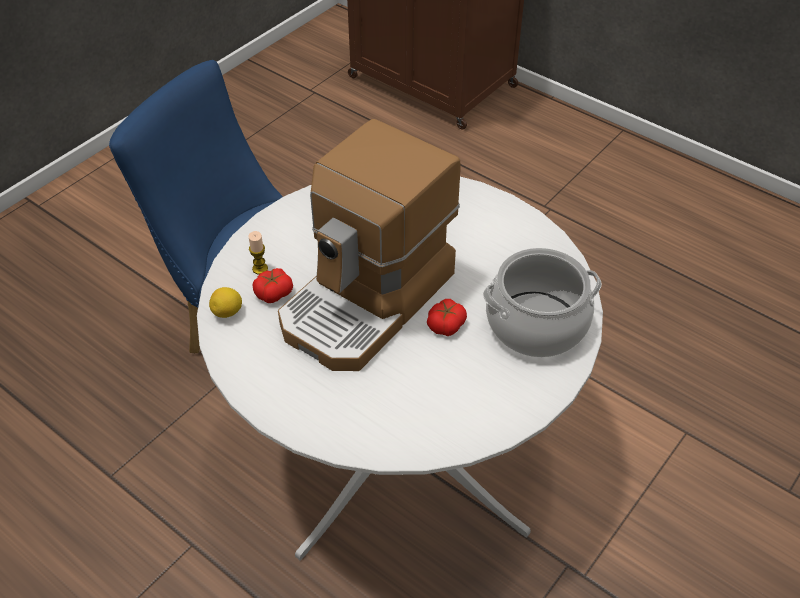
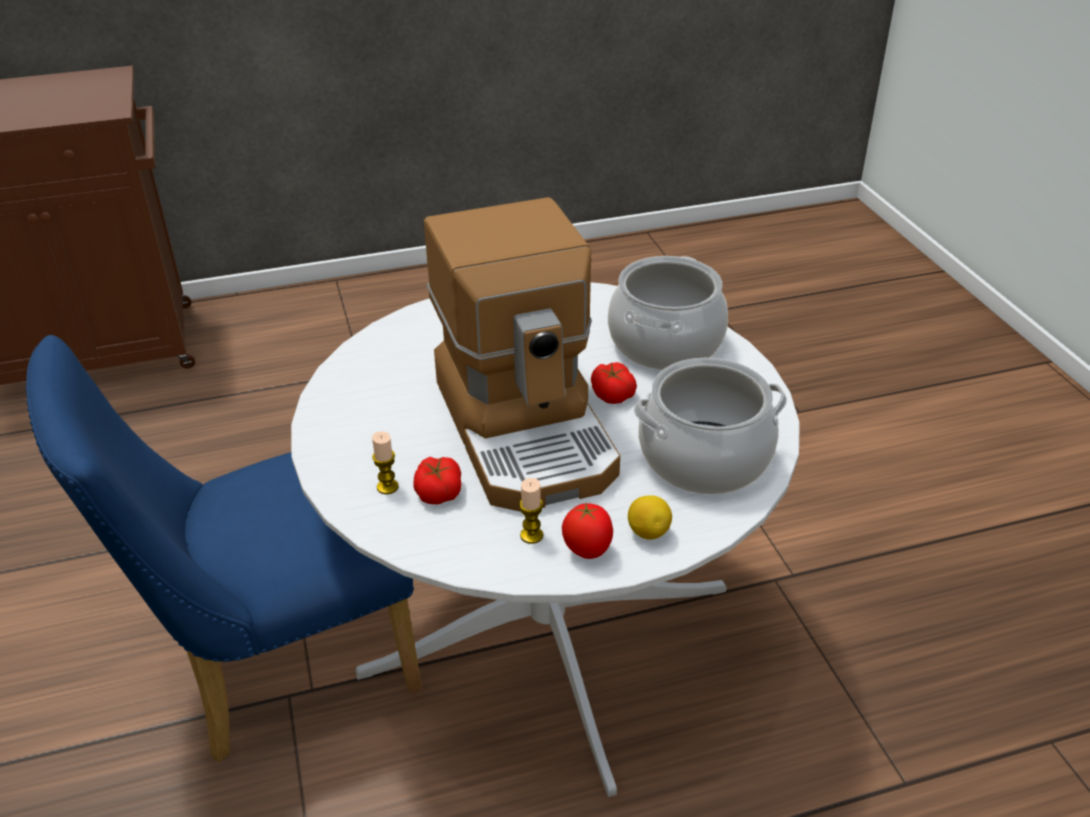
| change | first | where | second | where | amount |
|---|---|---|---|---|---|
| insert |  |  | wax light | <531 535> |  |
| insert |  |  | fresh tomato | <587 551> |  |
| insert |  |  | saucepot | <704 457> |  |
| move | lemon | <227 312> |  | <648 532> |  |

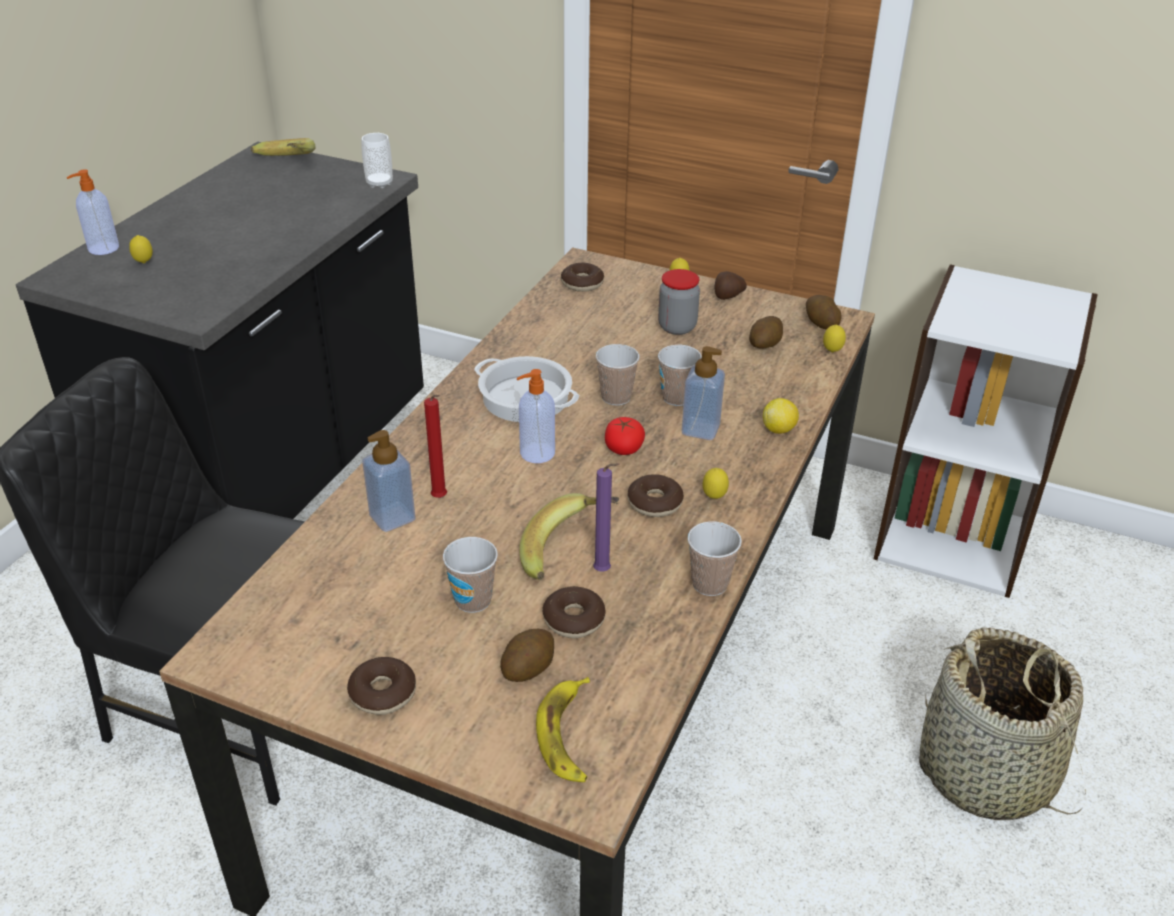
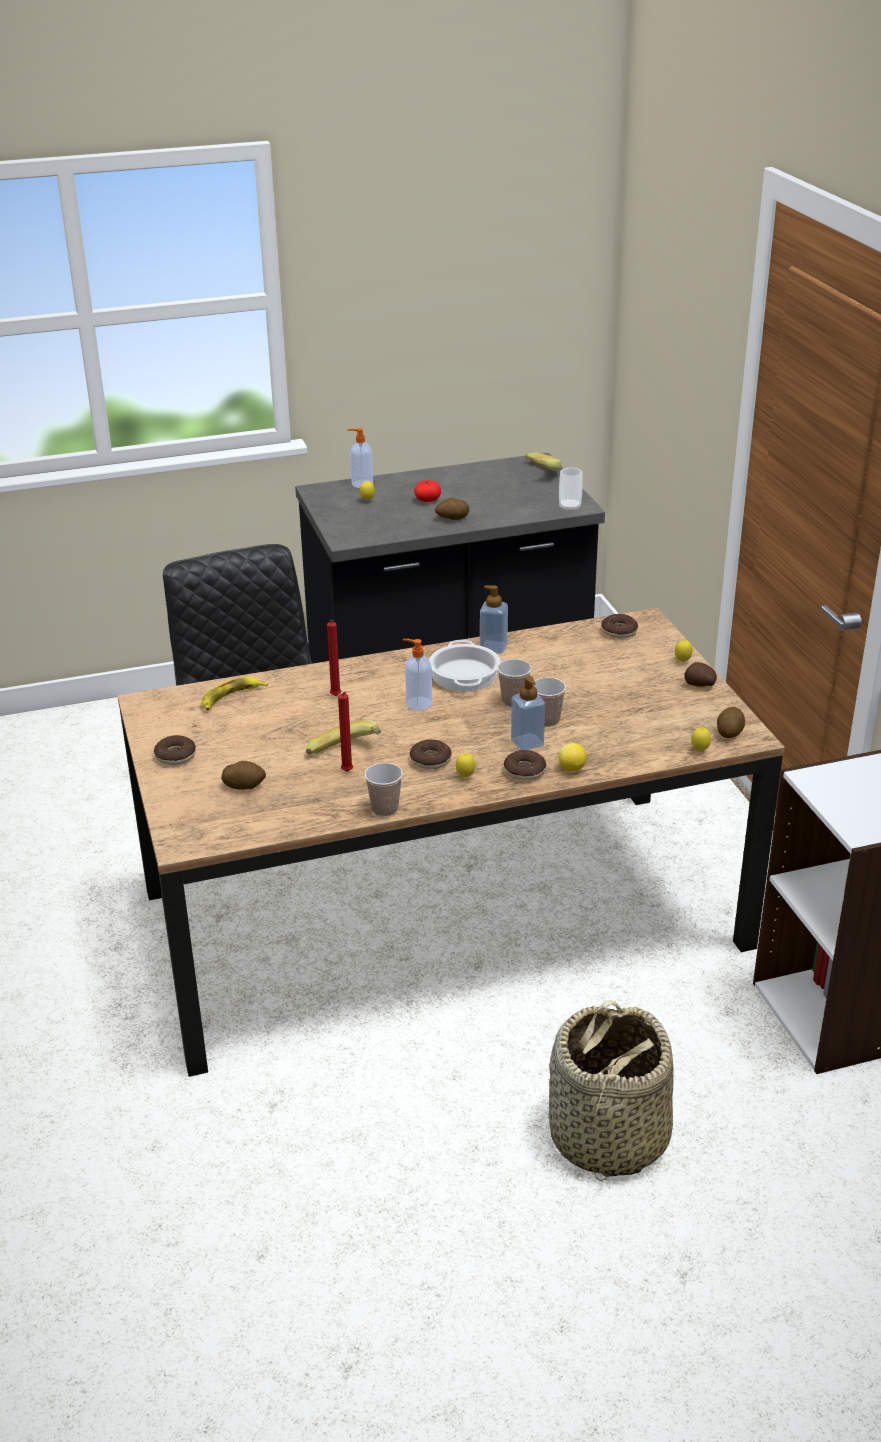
| change | first | where | second | where | amount |
|---|---|---|---|---|---|
| delete | cup | <473 600> |  |  |  |
| delete | jar | <677 327> |  |  |  |
| move | soap dispenser | <392 517> |  | <493 648> |  |
| move | whole banana | <568 736> |  | <230 698> |  |
| move | ring doughnut | <574 619> |  | <524 771> |  |
| move | fresh tomato | <623 448> |  | <427 500> |  |
| move | whole potato | <765 345> |  | <452 518> |  |
| recolor | purple-coloured wax light | <604 572> | red wax light | <347 772> |  |

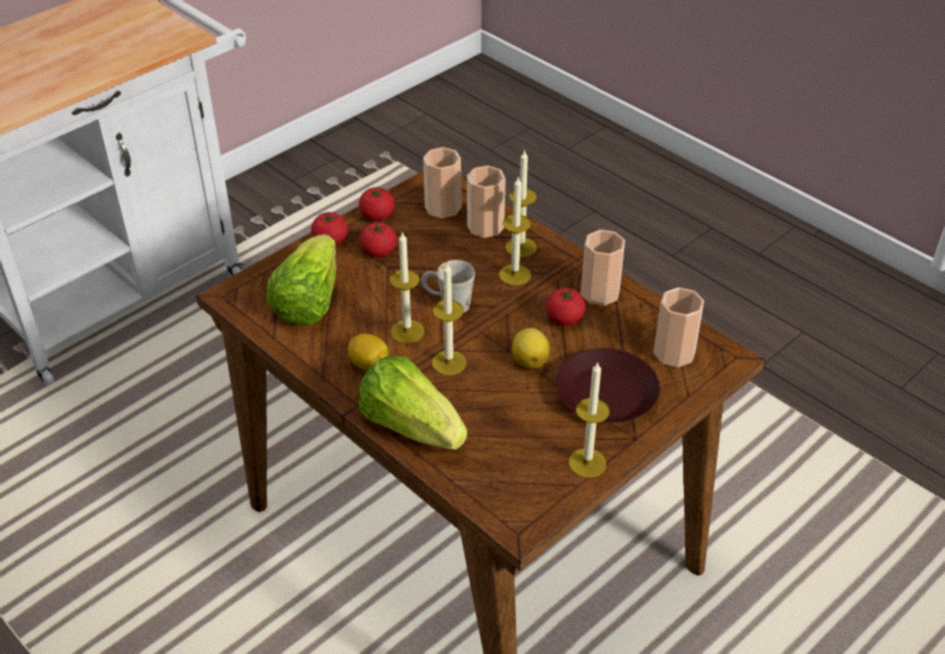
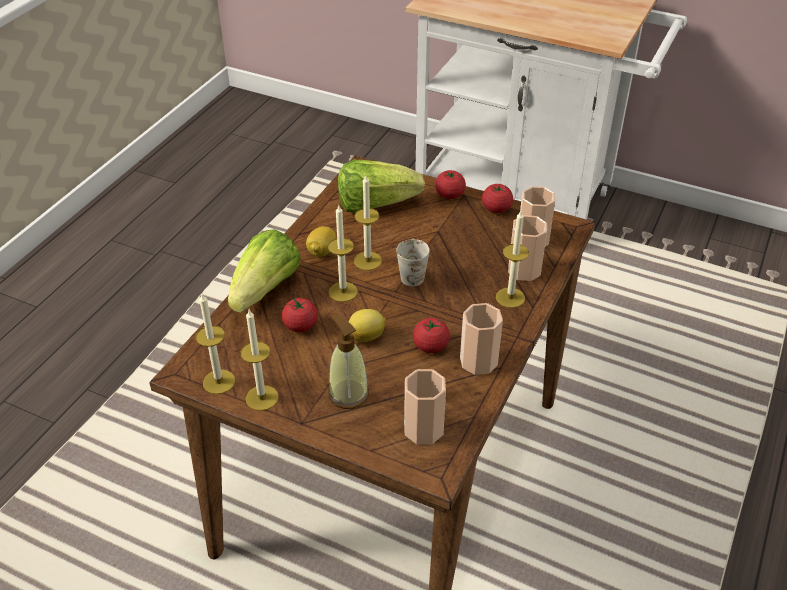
| change | first | where | second | where | amount |
|---|---|---|---|---|---|
| move | fresh tomato | <378 252> |  | <300 325> |  |
| move | wax light | <515 275> |  | <219 382> |  |
| replace | brown-coloured flat dish | <607 394> | soap dispenser | <348 394> |  |

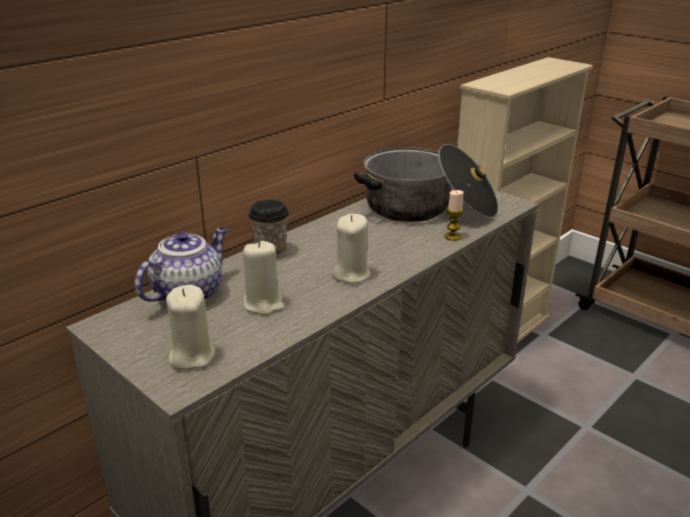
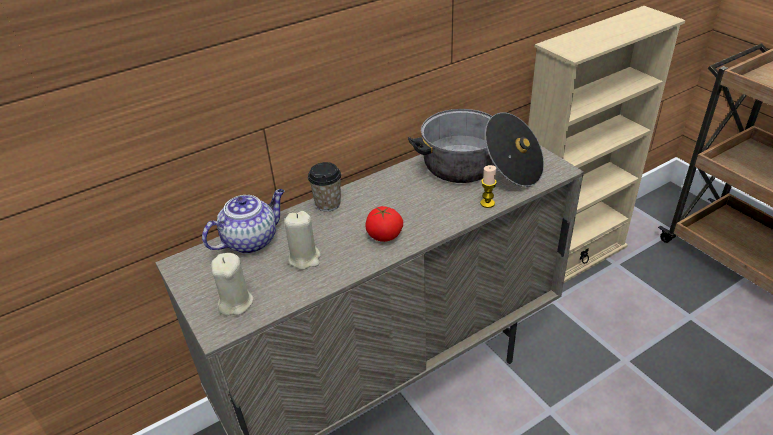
| change | first | where | second | where | amount |
|---|---|---|---|---|---|
| replace | beige-coloured wax light | <351 274> | fresh tomato | <384 236> |  |

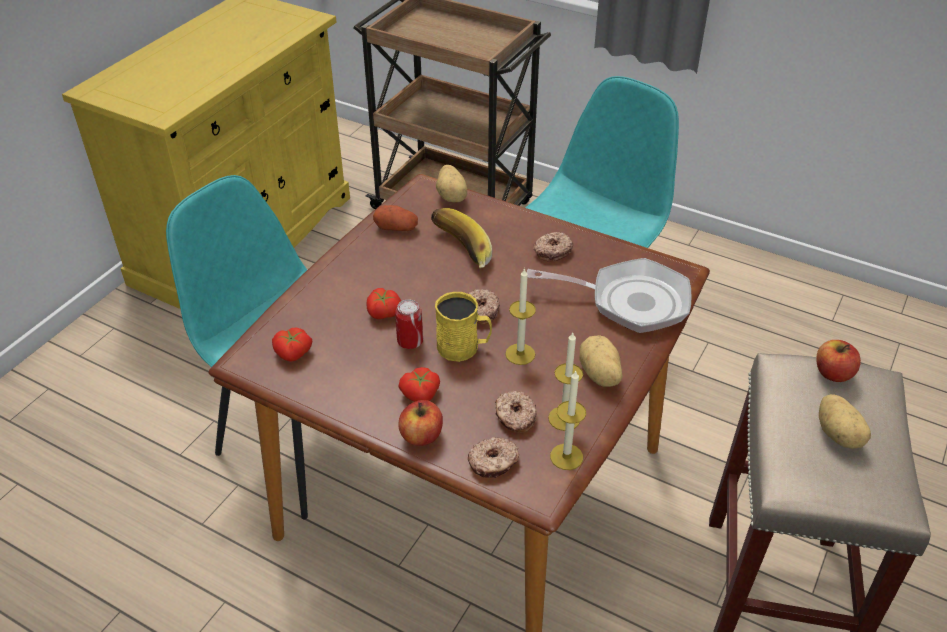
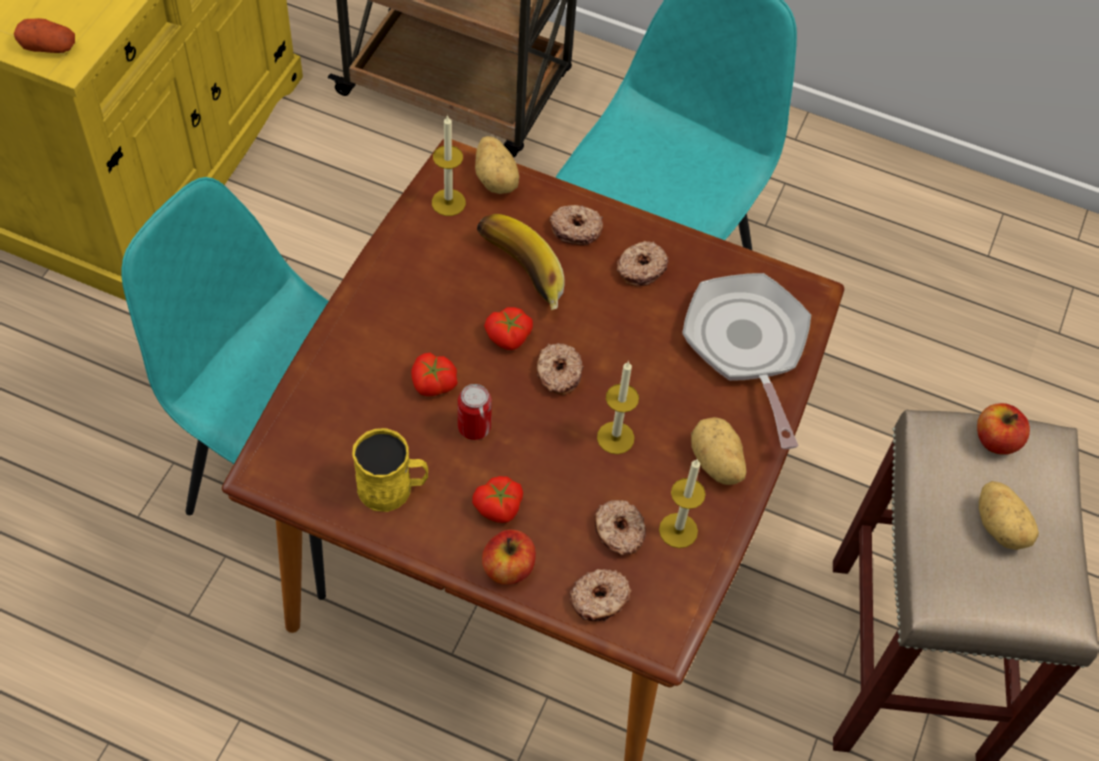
| change | first | where | second | where | amount |
|---|---|---|---|---|---|
| insert |  |  | ring doughnut | <576 229> |  |
| move | fresh tomato | <293 354> |  | <508 337> |  |
| move | whole potato | <396 228> |  | <48 47> |  |
| move | yellow-coloured coffee mug | <463 347> |  | <392 488> |  |
| move | wax light | <566 457> |  | <448 202> |  |
| rotate | pan | <630 301> |  | <747 346> | 105 degrees counterclockwise |

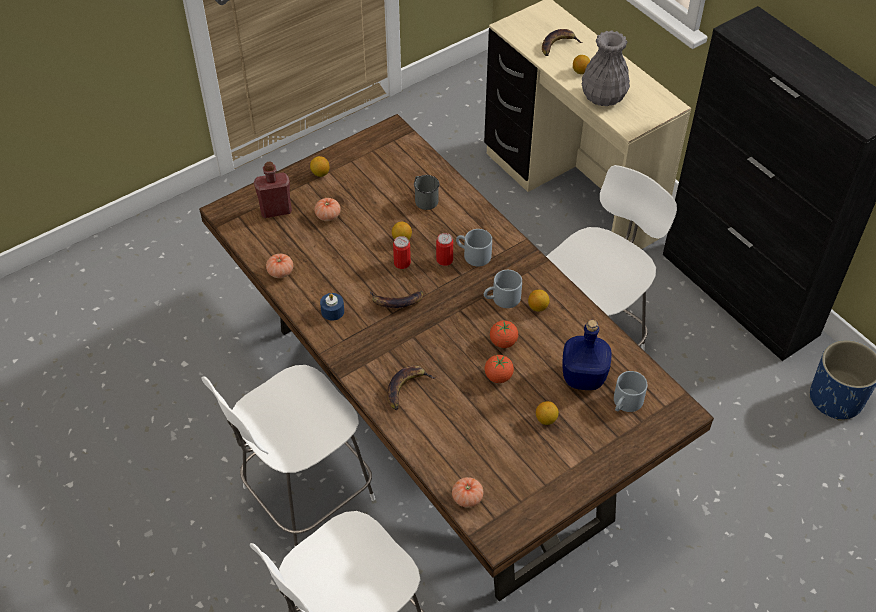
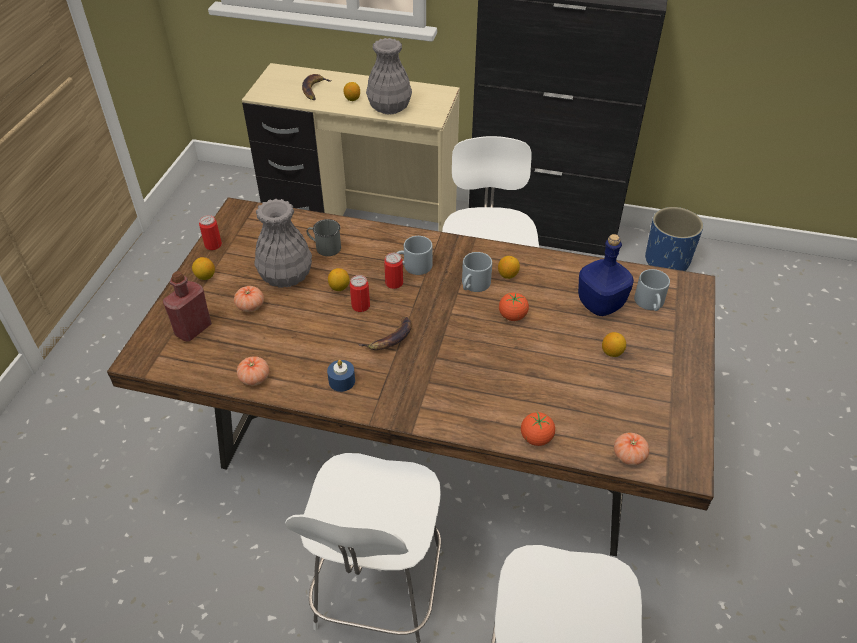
| change | first | where | second | where | amount |
|---|---|---|---|---|---|
| delete | whole banana | <406 388> |  |  |  |
| insert |  |  | metal can | <213 245> |  |
| insert |  |  | gray decorative vase | <286 276> |  |
| move | fresh tomato | <498 376> |  | <536 438> |  |

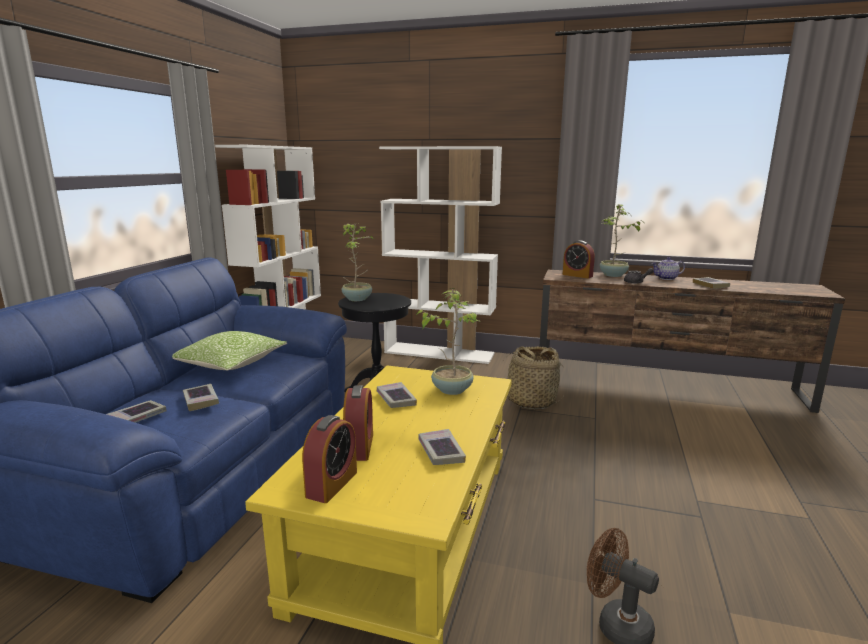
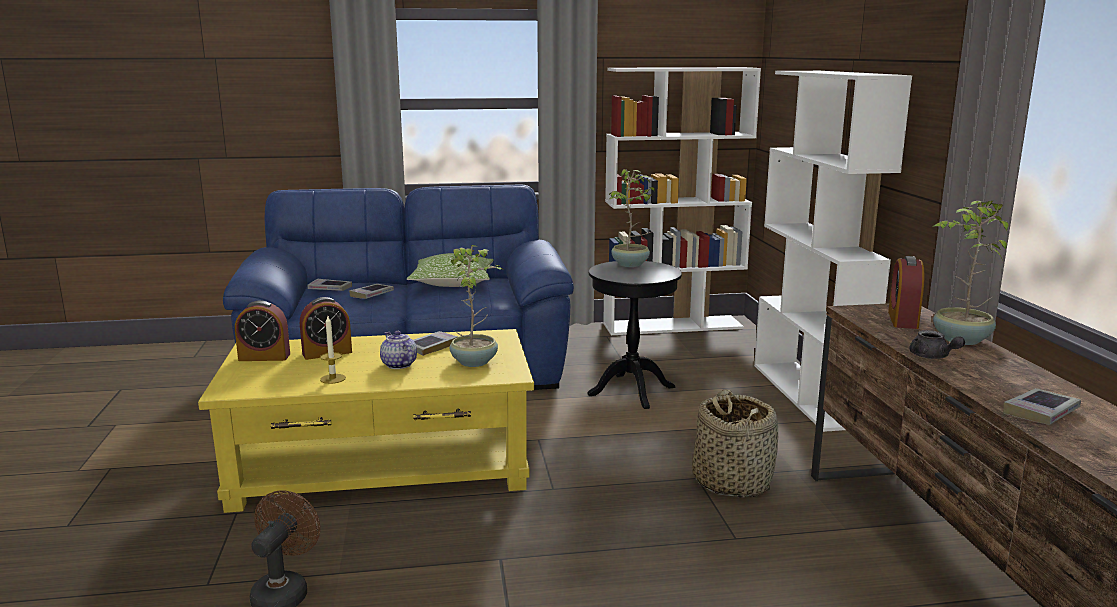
| change | first | where | second | where | amount |
|---|---|---|---|---|---|
| move | teapot | <666 278> |  | <398 365> |  |
| replace | bound book | <441 451> | wax light | <333 379> |  |

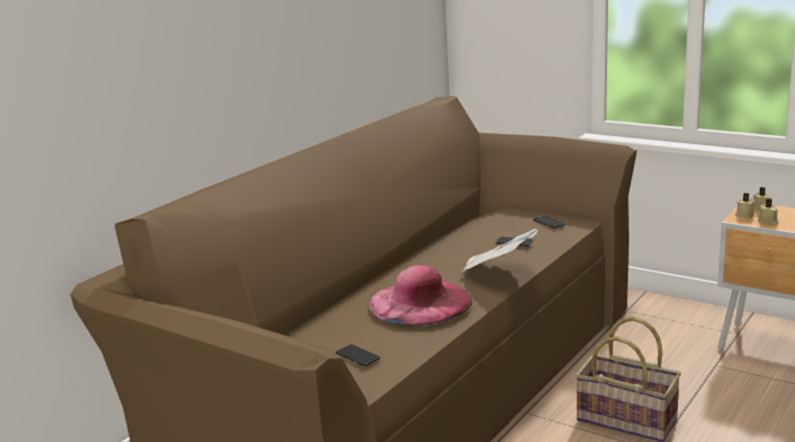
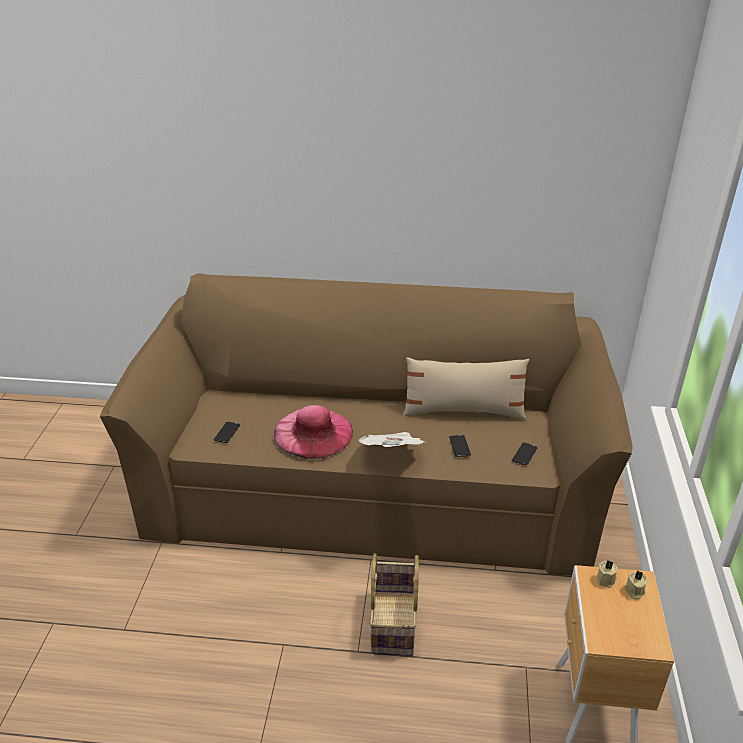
| change | first | where | second | where | amount |
|---|---|---|---|---|---|
| delete | beige-coloured wax light | <768 222> |  |  |  |
| insert |  |  | beige-coloured throw pillow | <463 411> |  |

